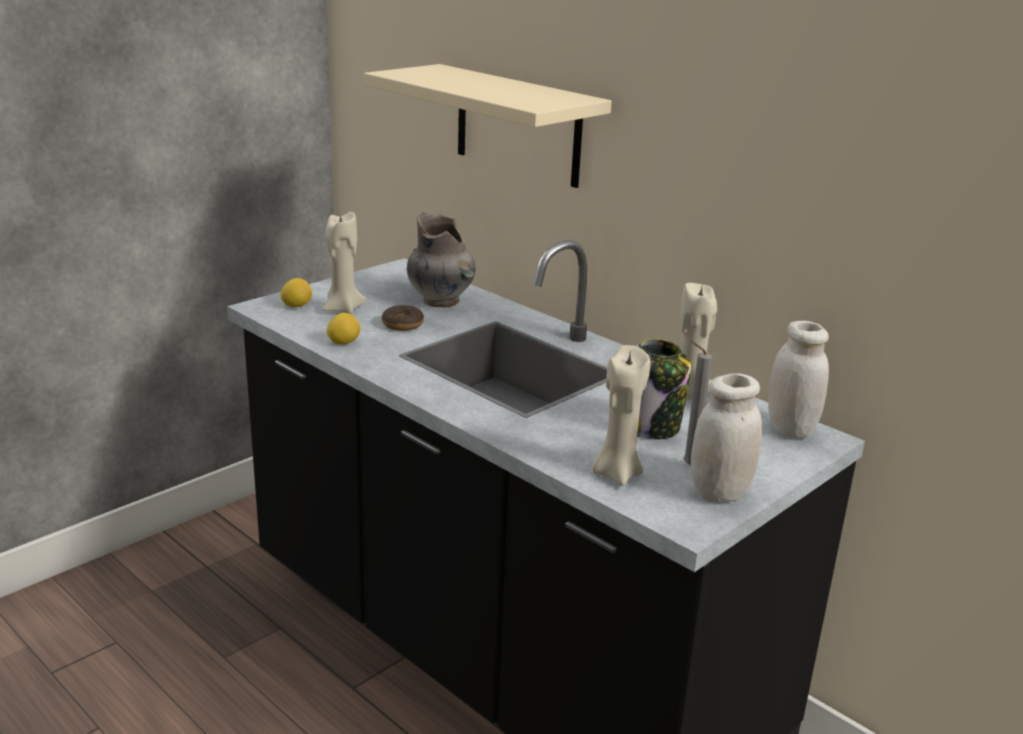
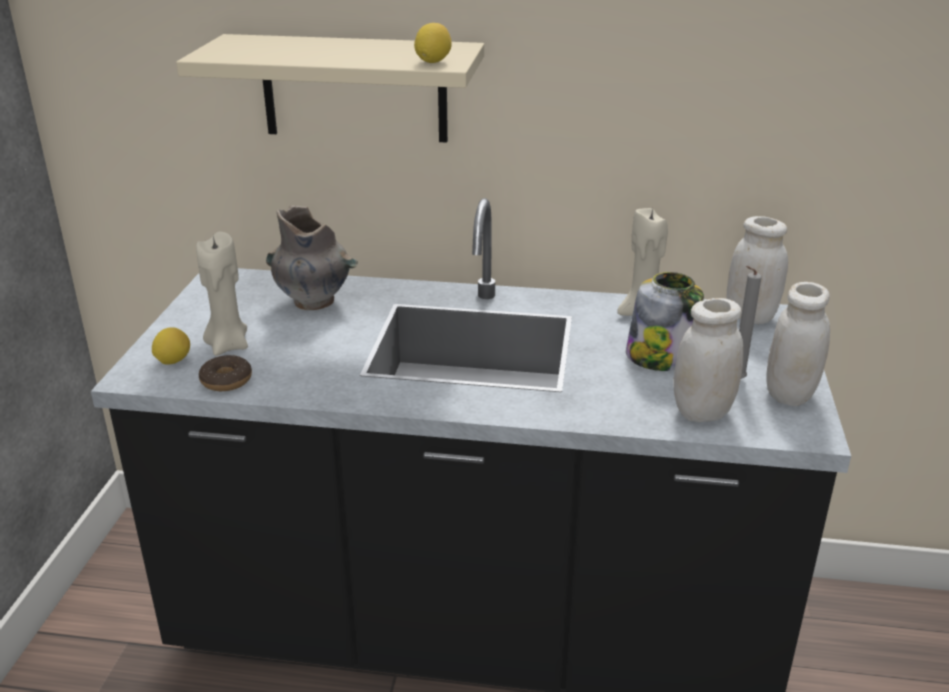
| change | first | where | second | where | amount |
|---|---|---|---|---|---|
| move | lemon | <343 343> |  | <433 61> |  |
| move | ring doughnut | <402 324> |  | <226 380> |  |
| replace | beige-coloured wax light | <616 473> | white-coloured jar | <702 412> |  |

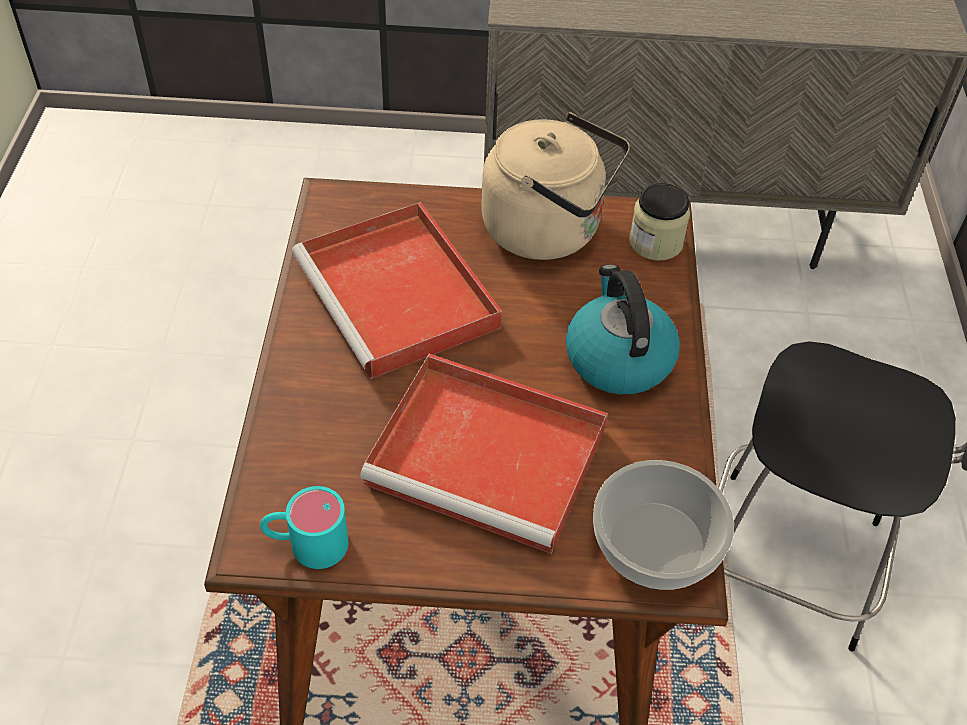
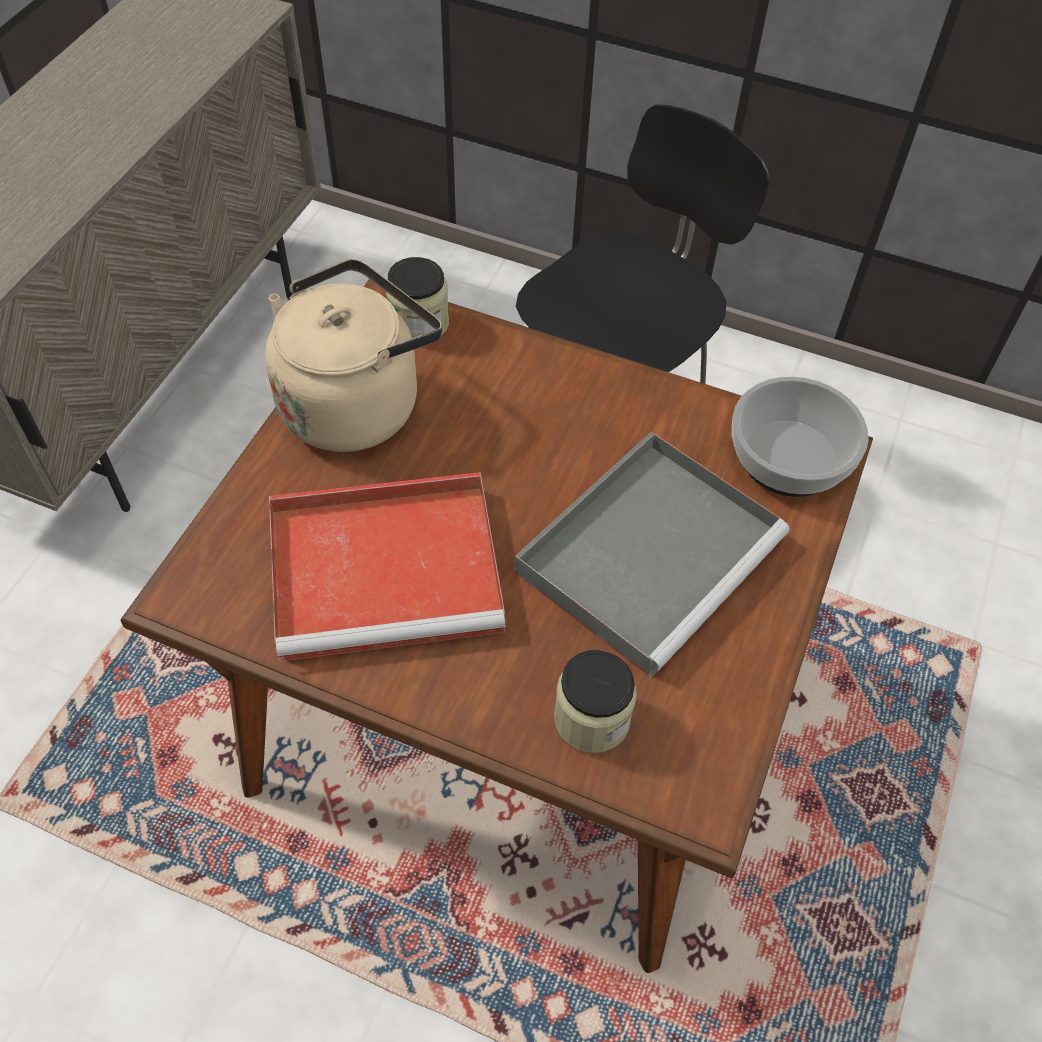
| change | first | where | second | where | amount |
|---|---|---|---|---|---|
| delete | blue-green coffee mug | <306 543> |  |  |  |
| delete | kettle | <617 358> |  |  |  |
| insert |  |  | jar | <592 718> |  |
| recolor | red serving tray | <491 456> | gray serving tray | <651 551> |  |

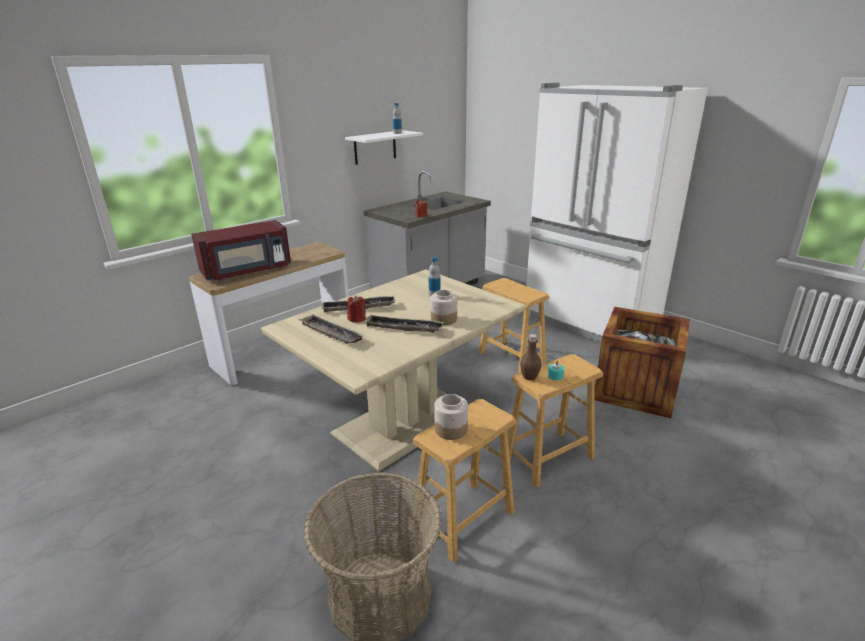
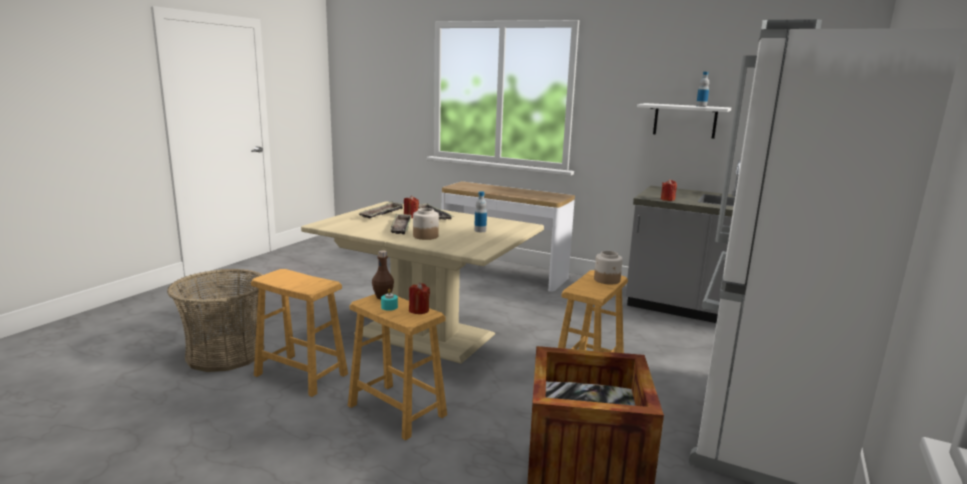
| change | first | where | second | where | amount |
|---|---|---|---|---|---|
| delete | red kitchen microwave | <247 271> |  |  |  |
| insert |  |  | red wax light | <419 310> |  |
| move | jar | <451 429> |  | <607 280> |  |

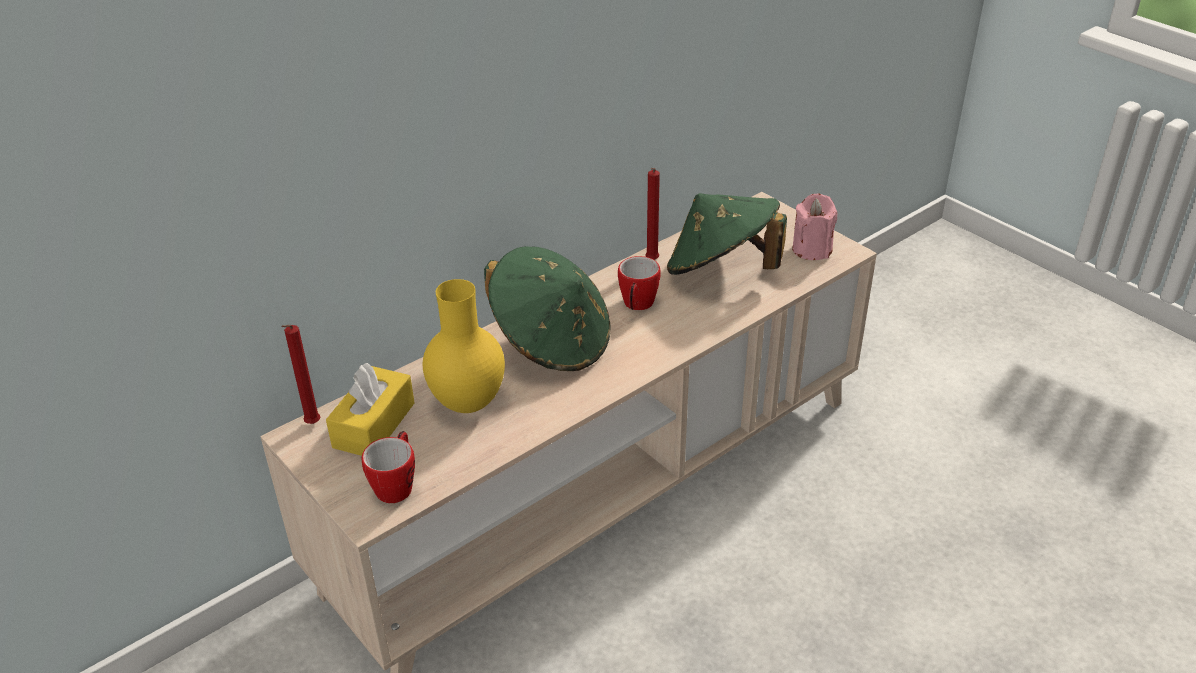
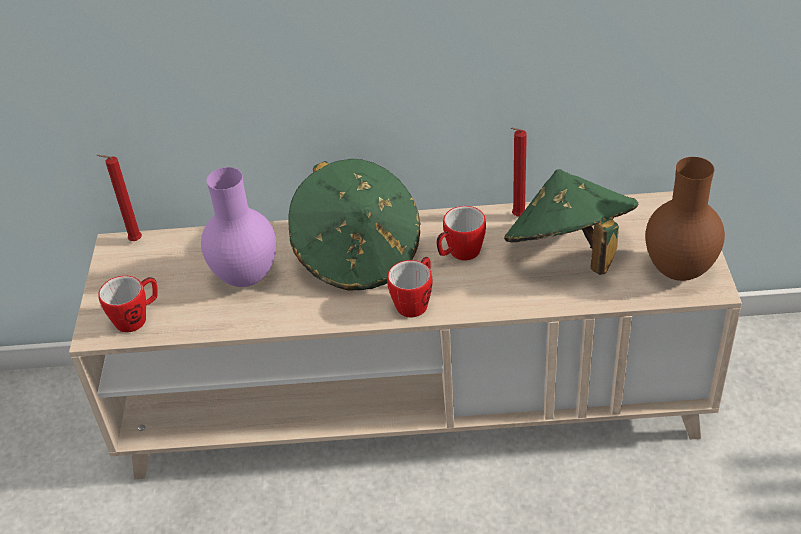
| change | first | where | second | where | amount |
|---|---|---|---|---|---|
| delete | yellow-coloured tissue box | <374 425> |  |  |  |
| insert |  |  | coffee mug | <415 302> |  |
| replace | pink-coloured wax light | <812 249> | brown-coloured decorative vase | <678 270> |  |
| recolor | yellow-coloured decorative vase | <469 403> | purple-coloured decorative vase | <248 277> |  |

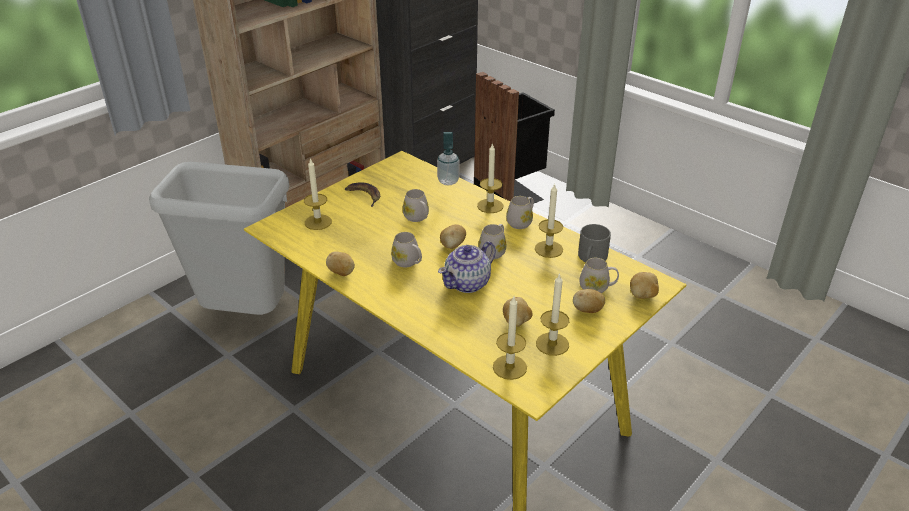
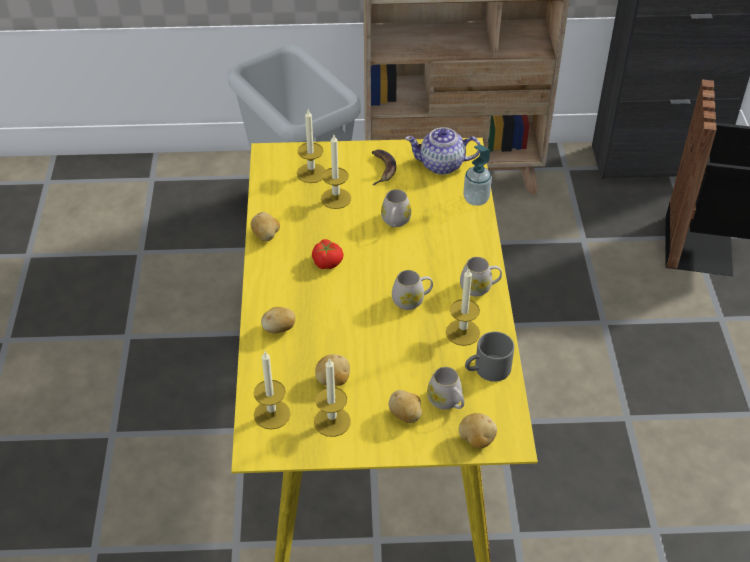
| change | first | where | second | where | amount |
|---|---|---|---|---|---|
| move | teapot | <468 283> |  | <442 165> |  |
| move | whole potato | <453 246> |  | <279 329> |  |
| move | wax light | <490 206> |  | <336 198> |  |
| replace | white-coloured coffee mug | <408 262> | fresh tomato | <328 262> |  |

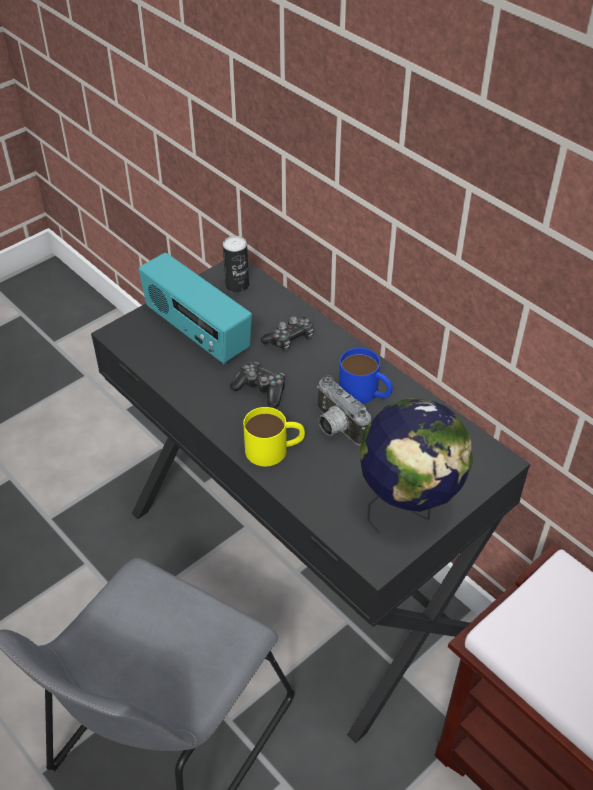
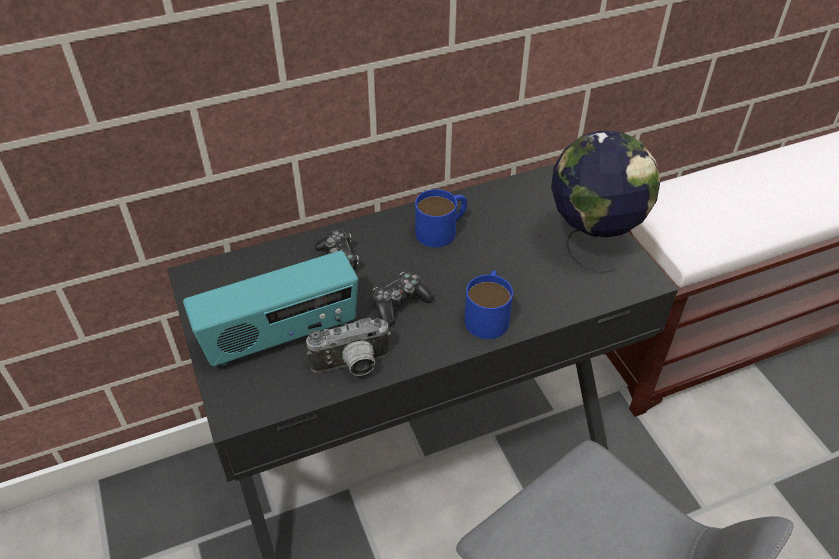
| change | first | where | second | where | amount |
|---|---|---|---|---|---|
| delete | metal can | <237 285> |  |  |  |
| move | still camera | <335 427> |  | <352 366> |  |
| recolor | yellow-coloured coffee mug | <274 449> | bluish coffee mug | <488 314> |  |

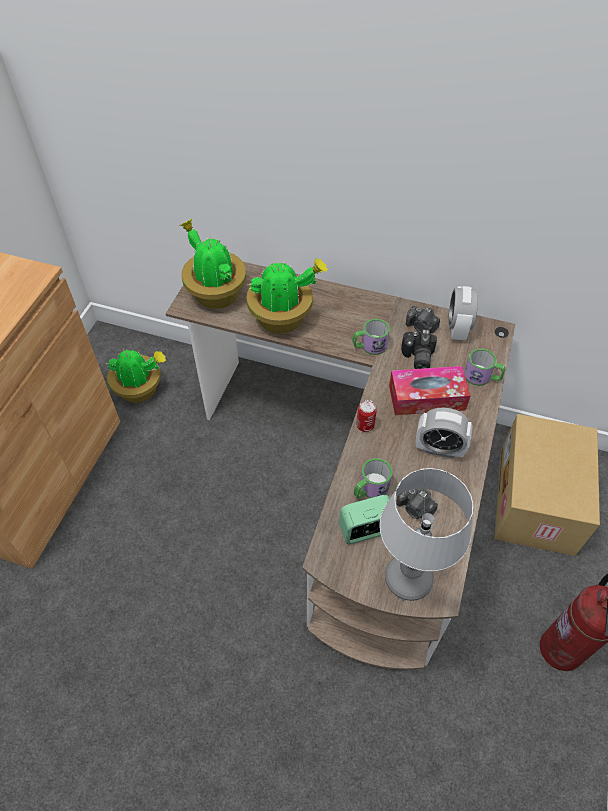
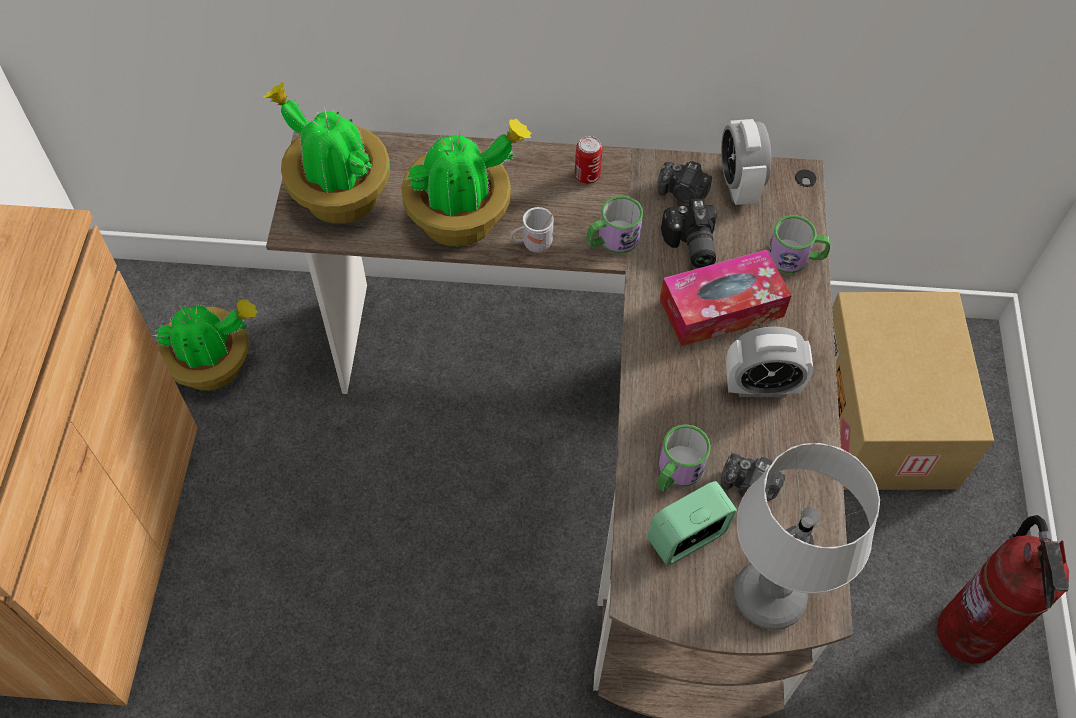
| change | first | where | second | where | amount |
|---|---|---|---|---|---|
| insert |  |  | white-coloured coffee mug | <532 244> |  |
| move | metal can | <365 425> |  | <587 176> |  |

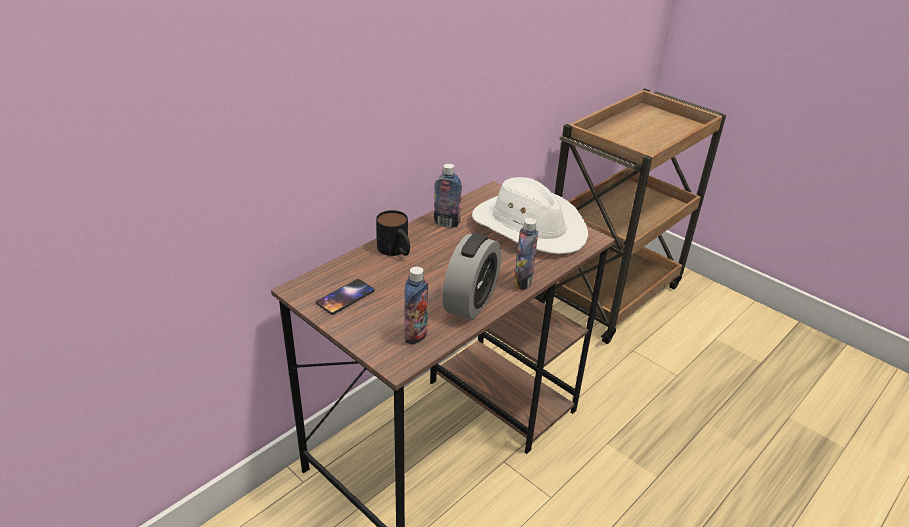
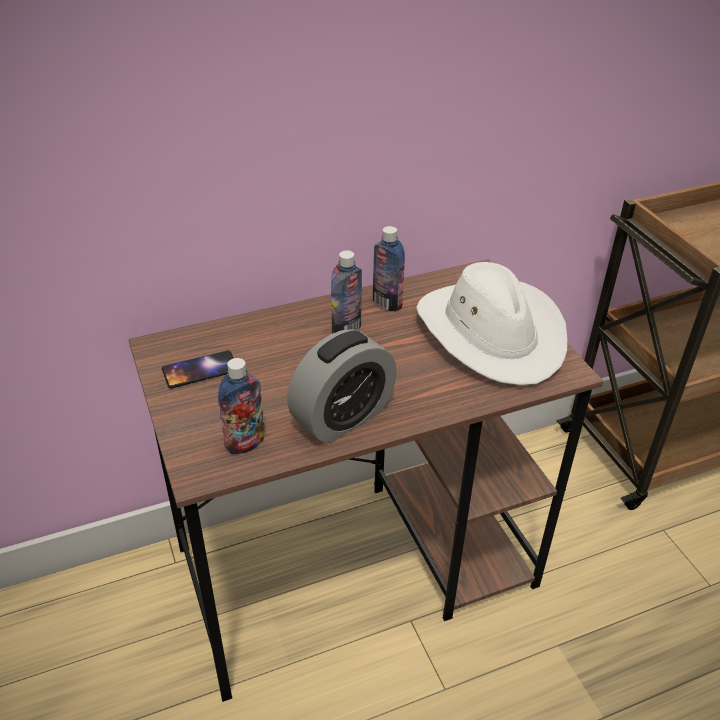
| change | first | where | second | where | amount |
|---|---|---|---|---|---|
| delete | coffee mug | <396 251> |  |  |  |
| move | drink bottle | <523 282> |  | <346 329> |  |

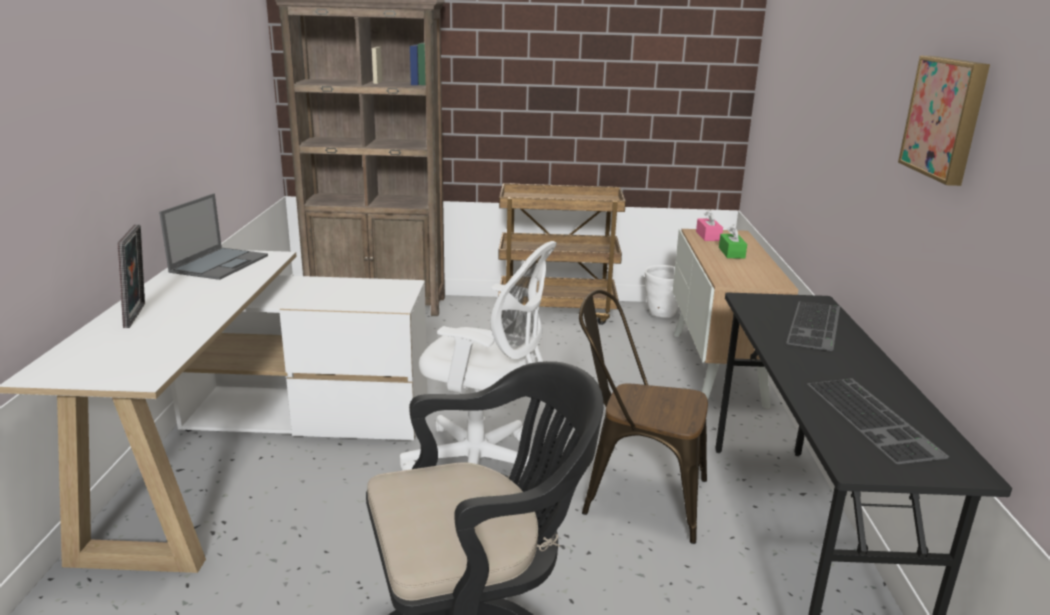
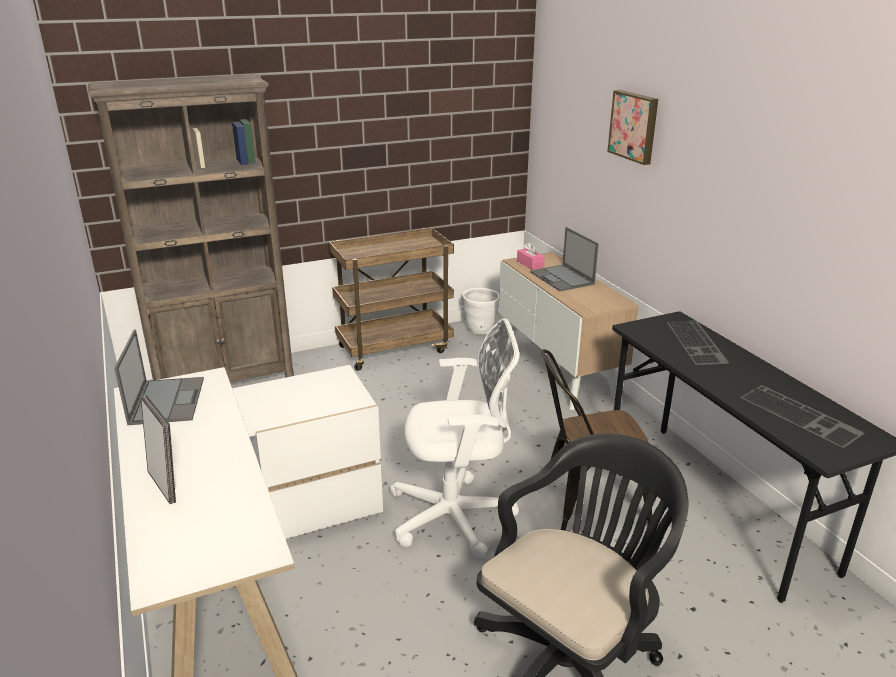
| change | first | where | second | where | amount |
|---|---|---|---|---|---|
| move | picture | <946 118> |  | <634 126> |  |
| replace | green-coloured tissue box | <731 253> | notebook computer | <562 278> |  |

